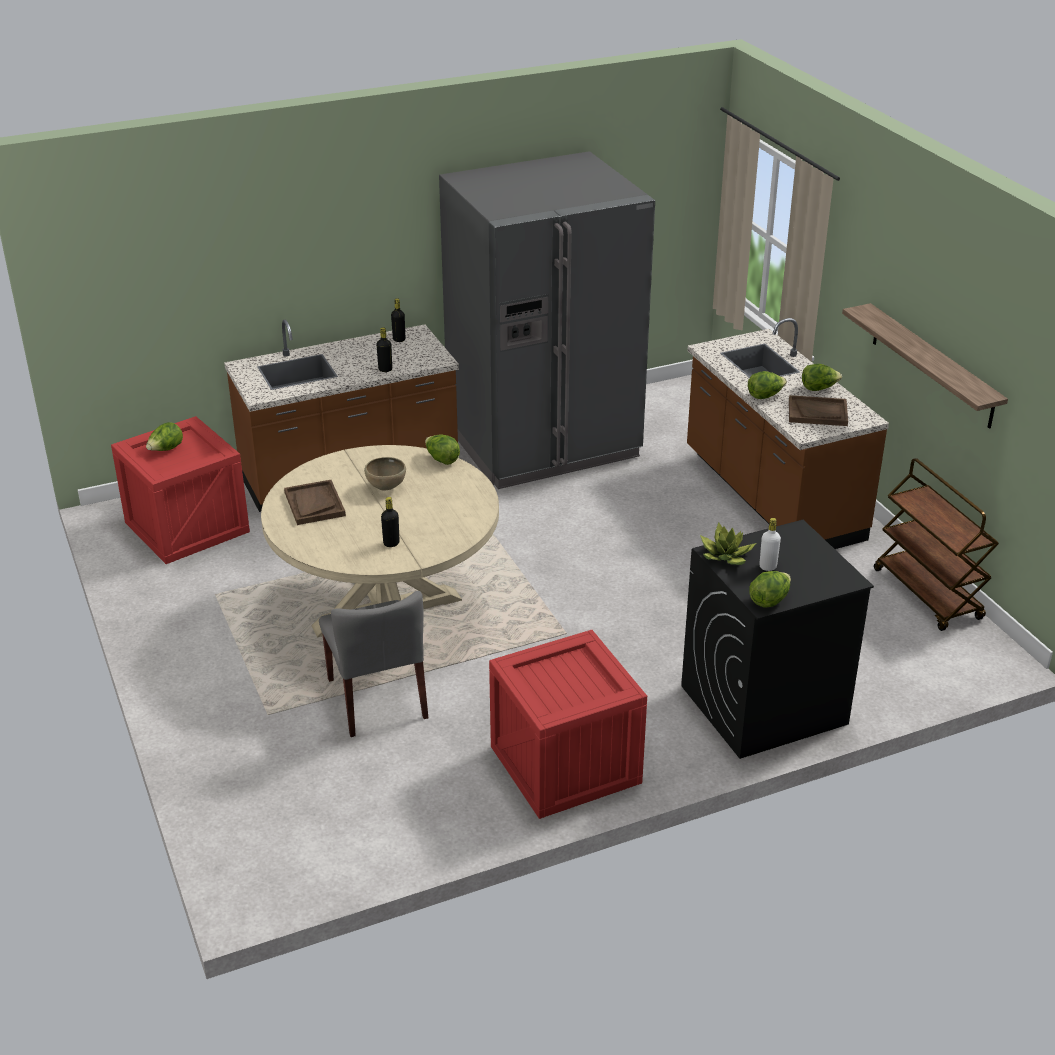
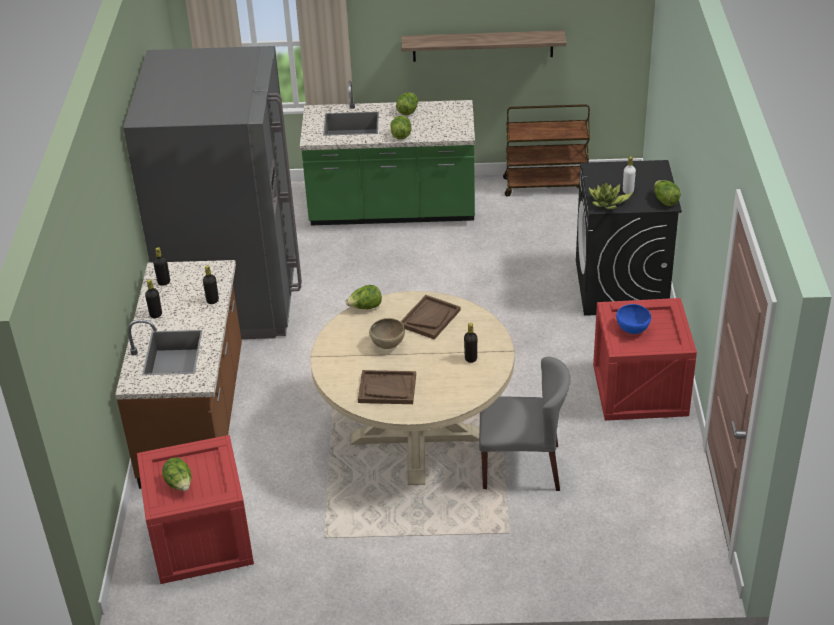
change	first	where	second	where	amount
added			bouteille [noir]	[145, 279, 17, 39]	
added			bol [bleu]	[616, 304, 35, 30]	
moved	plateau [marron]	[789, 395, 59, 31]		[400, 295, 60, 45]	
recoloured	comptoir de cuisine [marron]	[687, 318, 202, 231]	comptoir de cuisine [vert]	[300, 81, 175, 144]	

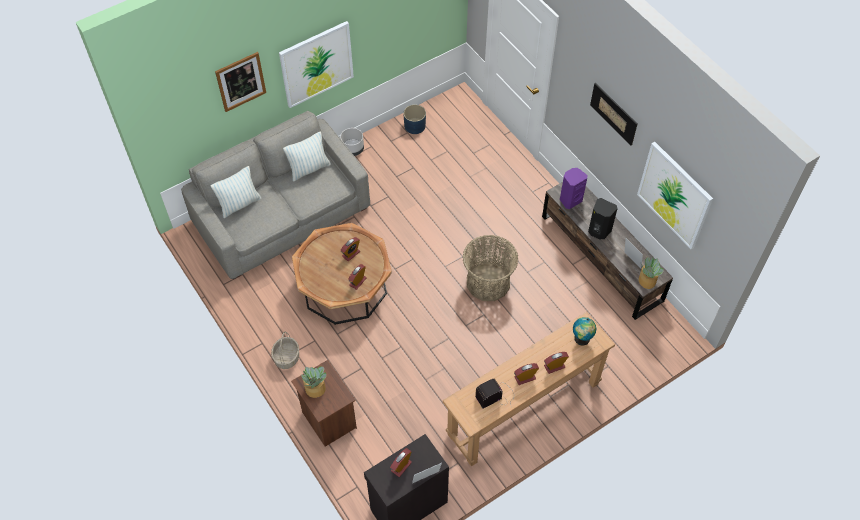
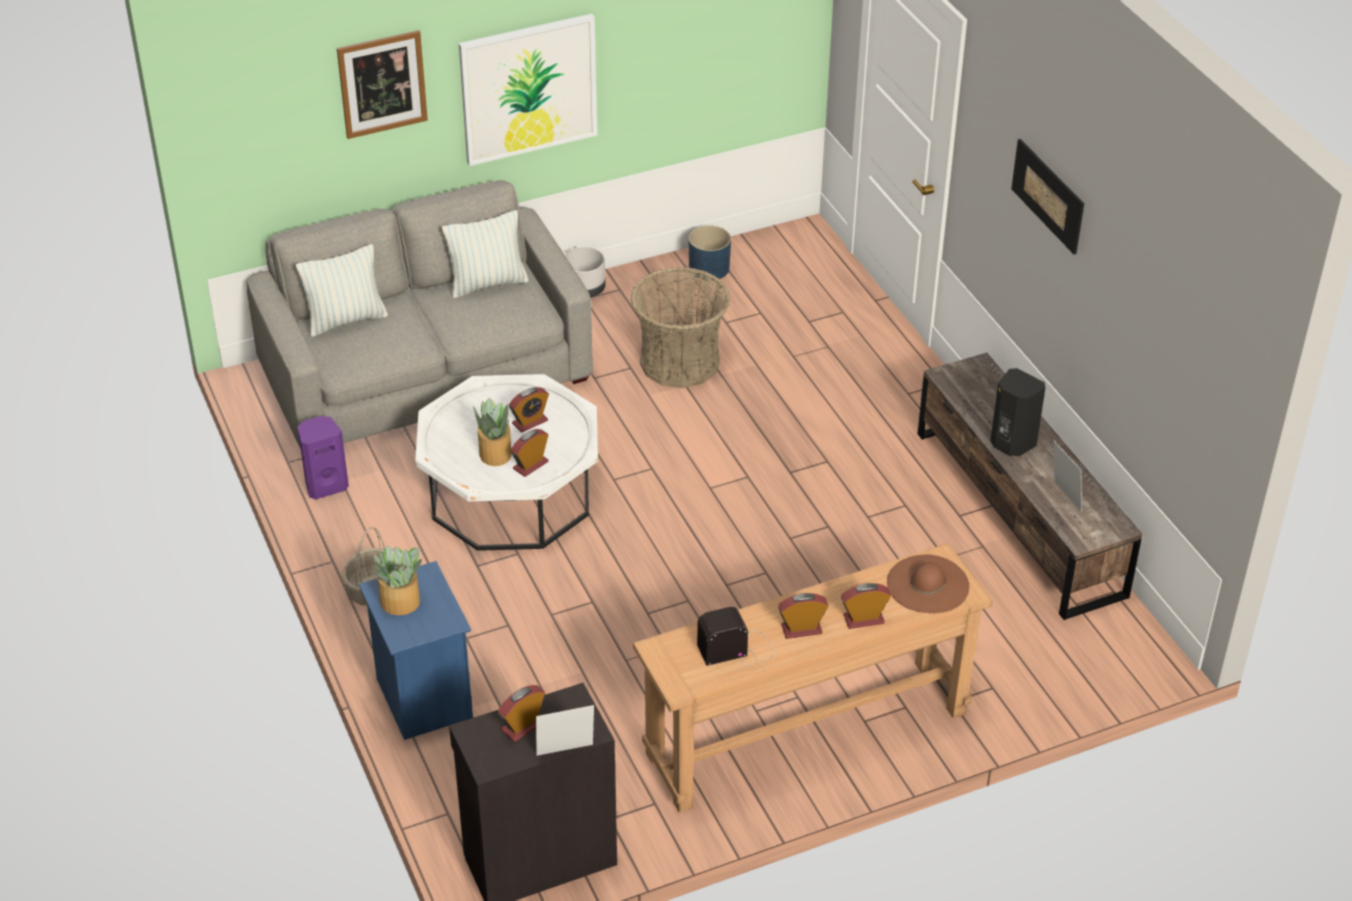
change	first	where	second	where	amount
removed	tableau	[637, 142, 76, 107]			
moved	panier	[463, 235, 56, 66]		[631, 267, 99, 121]	
moved	enceinte [violet]	[560, 168, 27, 41]		[297, 416, 52, 83]	
moved	plante en pot	[638, 257, 26, 32]		[473, 398, 39, 68]	
replaced	globe	[573, 317, 23, 29]	chapeau [marron]	[887, 555, 82, 58]	
recoloured	table de chevet [marron]	[291, 360, 66, 87]	table de chevet [bleu]	[359, 561, 114, 179]	
recoloured	table basse [marron]	[292, 223, 100, 102]	table basse [blanc]	[415, 374, 183, 177]	

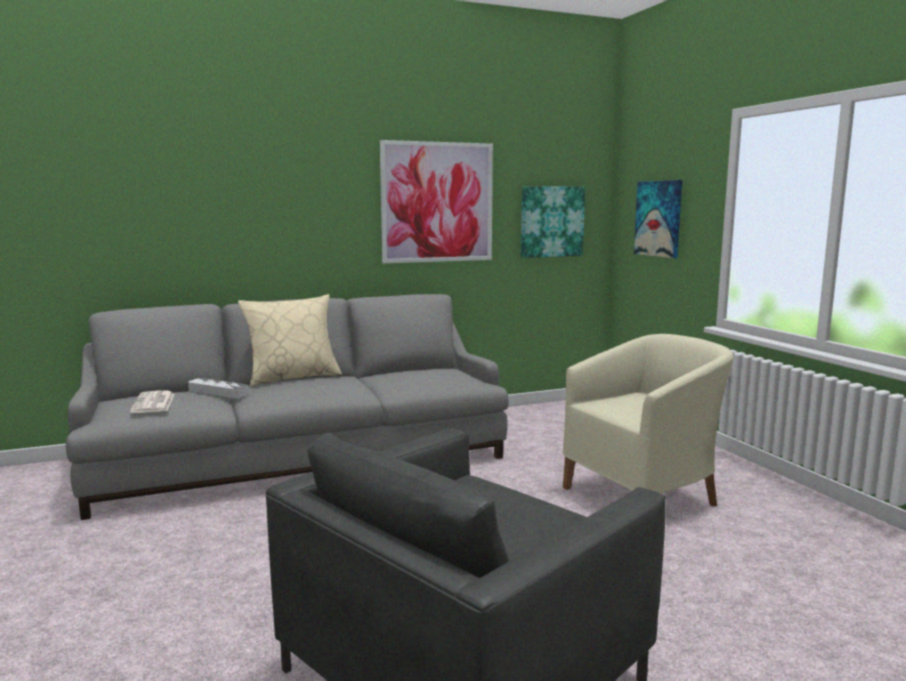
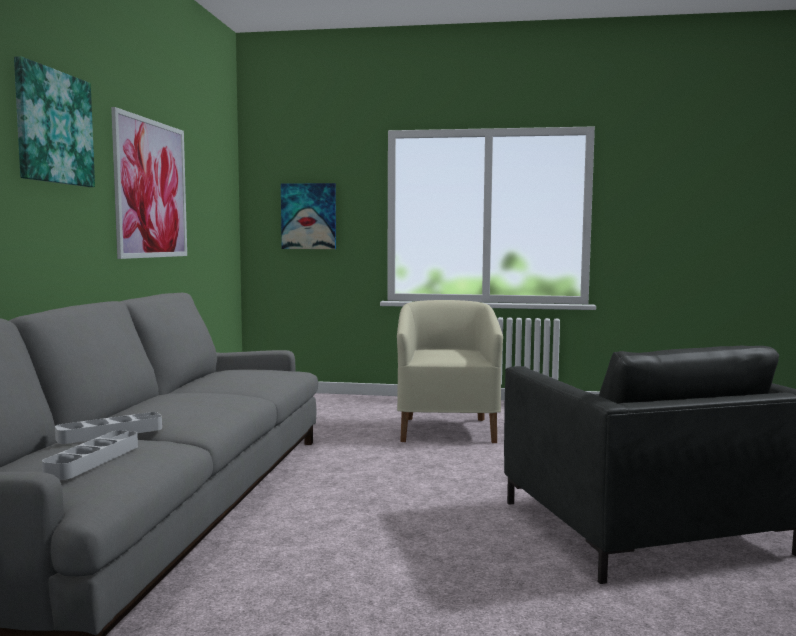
change	first	where	second	where	amount
removed	coussin [beige]	[238, 294, 104, 93]			
moved	tableau	[521, 186, 64, 72]		[14, 56, 81, 131]	
replaced	journal	[130, 391, 44, 22]	plateau [gris]	[42, 430, 96, 50]	

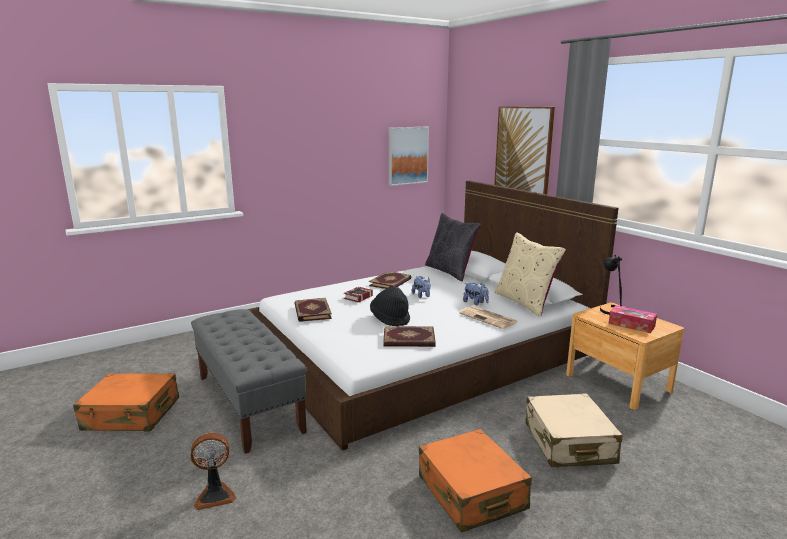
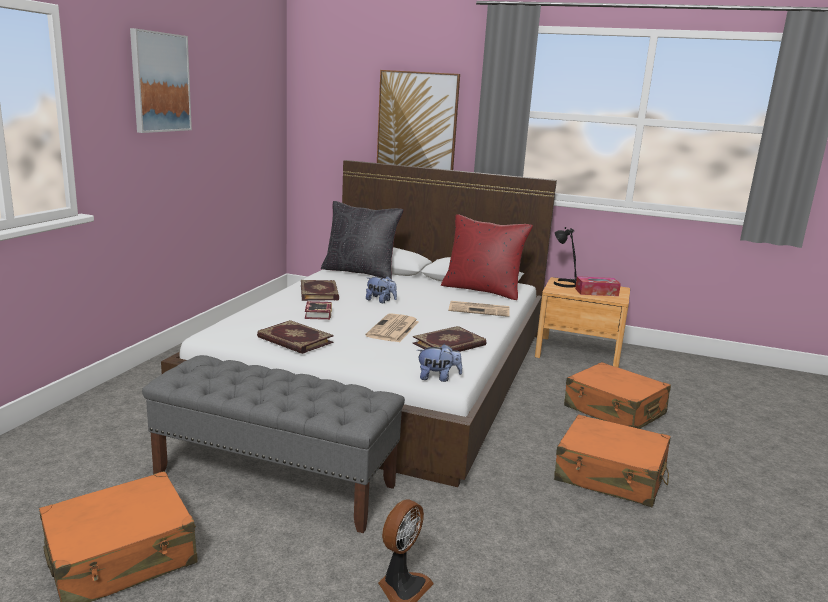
change	first	where	second	where	amount
moved	tableau	[389, 127, 40, 59]		[130, 28, 62, 105]	
moved	peluche	[463, 283, 26, 22]		[417, 344, 45, 38]	
replaced	chapeau [noir]	[370, 286, 40, 40]	journal	[365, 313, 54, 30]	
recoloured	coussin [beige]	[494, 232, 72, 85]	coussin [rouge]	[441, 214, 92, 86]	
recoloured	valise [beige]	[526, 393, 97, 74]	valise [orange]	[564, 362, 107, 67]	

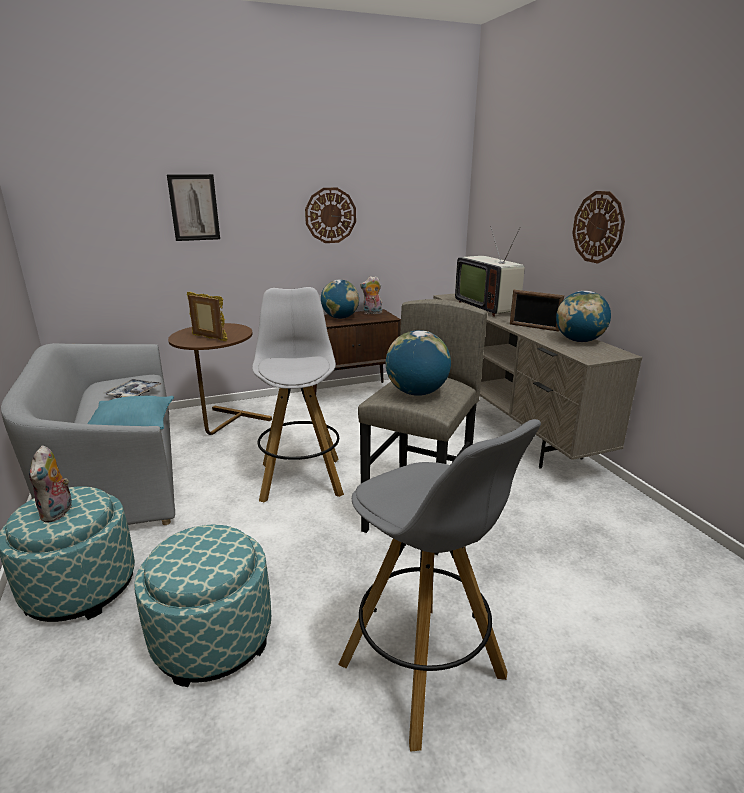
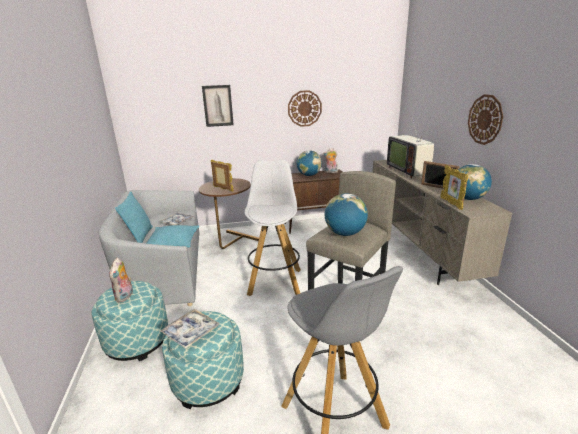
change	first	where	second	where	amount
added			coussin [turquoise]	[115, 192, 38, 51]	
added			plateau	[160, 309, 60, 40]	
added			cadre photo	[440, 165, 29, 45]	

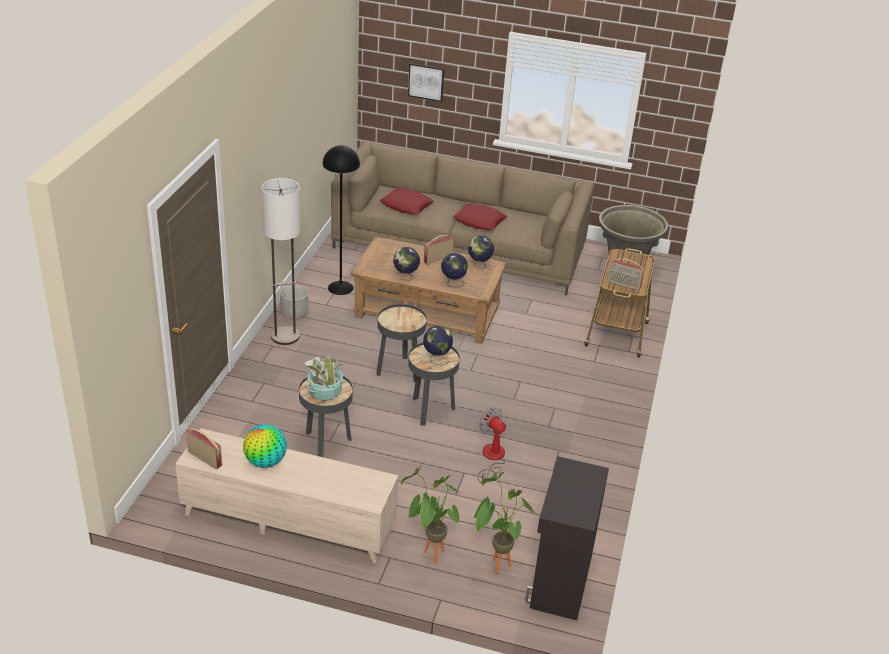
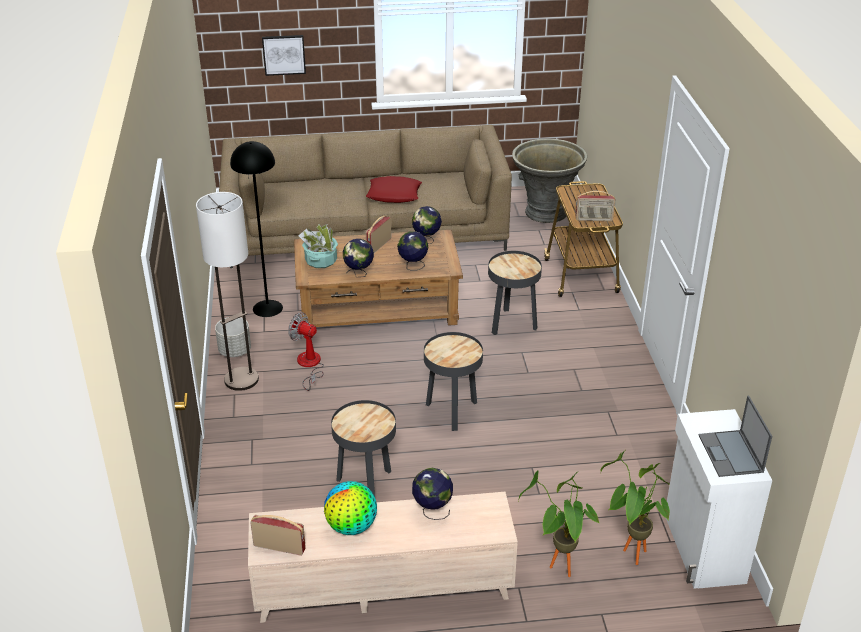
change	first	where	second	where	amount
removed	coussin [rouge]	[380, 188, 54, 26]			
added			ordinateur portable	[699, 396, 73, 81]	
moved	plante en pot	[305, 356, 39, 45]		[298, 224, 40, 44]	
moved	table d'appoint [noir]	[376, 304, 51, 78]		[488, 251, 54, 84]	
moved	globe	[423, 326, 30, 40]		[412, 468, 41, 52]	
moved	ventilateur	[478, 407, 28, 76]		[288, 312, 36, 79]	
recoloured	meuble de rangement [noir]	[525, 456, 84, 164]	meuble de rangement [blanc]	[666, 409, 106, 180]	

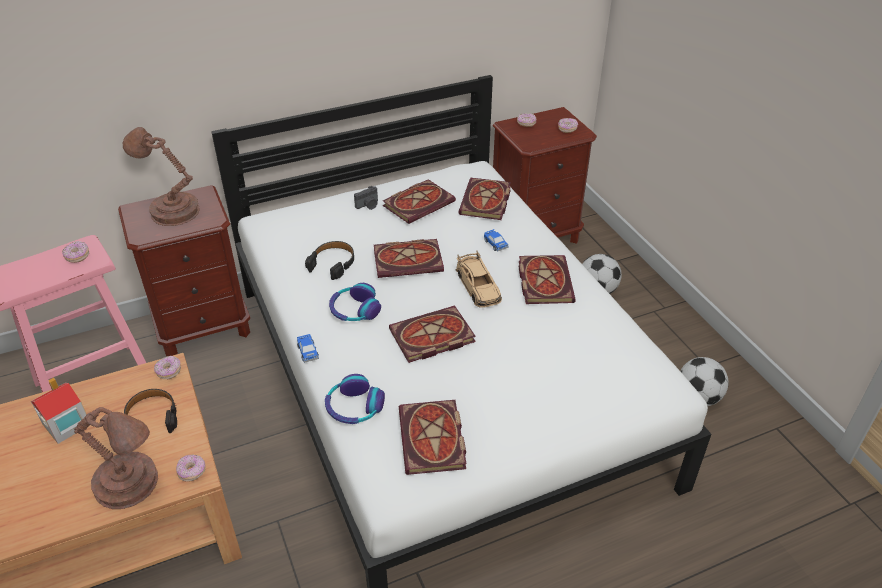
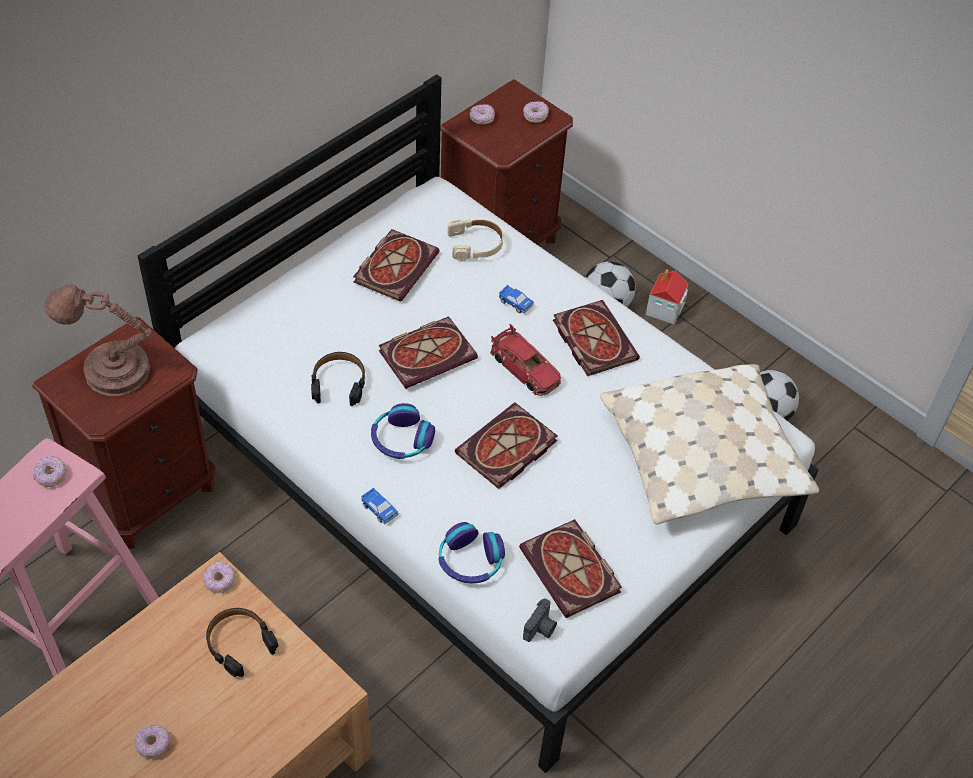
change	first	where	second	where	amount
removed	lampe de table [marron]	[74, 407, 84, 102]			
added			coussin [beige]	[600, 364, 219, 160]	
moved	maison miniature	[31, 378, 55, 66]		[646, 269, 42, 55]	
moved	beignet	[176, 455, 30, 27]		[135, 725, 35, 34]	
moved	appareil photo	[354, 186, 24, 24]		[523, 598, 34, 44]	
replaced	livre	[458, 178, 53, 42]	casque audio [beige]	[448, 219, 55, 42]	
recoloured	petite voiture [beige]	[455, 250, 47, 58]	petite voiture [rouge]	[490, 324, 71, 72]	

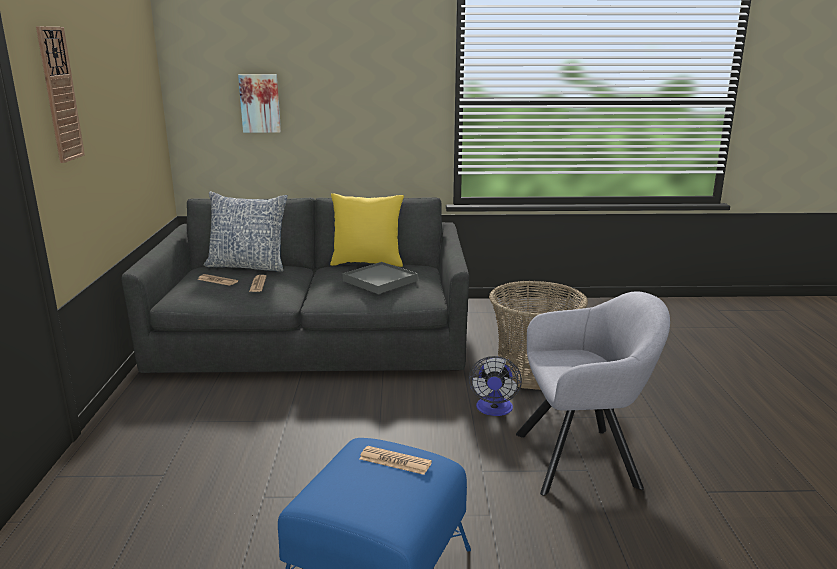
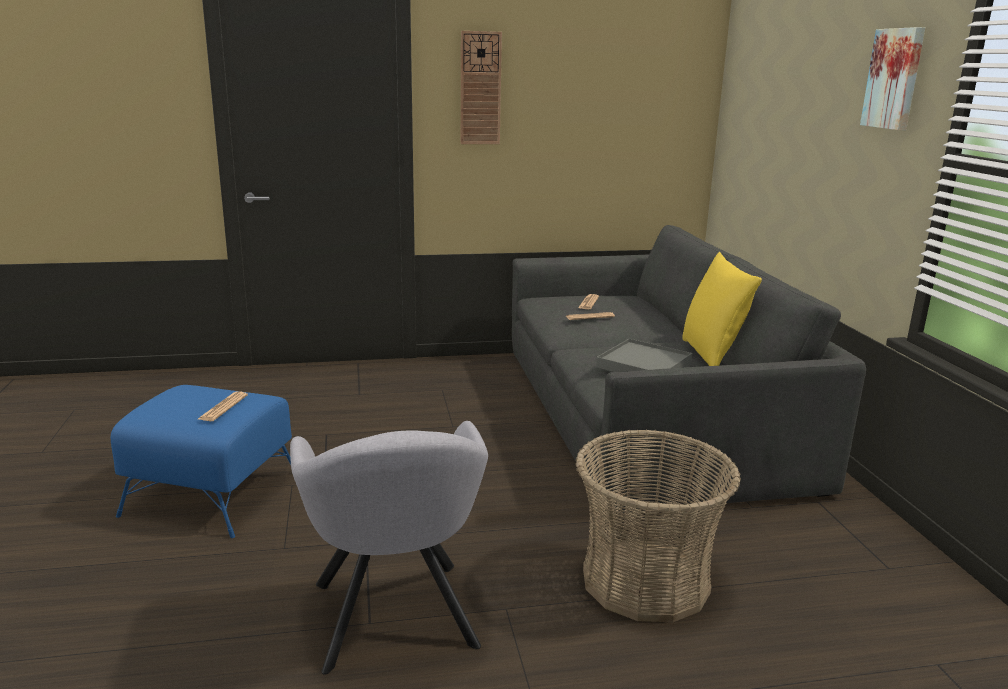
change	first	where	second	where	amount
removed	coussin	[204, 191, 84, 81]			
removed	ventilateur	[469, 356, 53, 60]			
moved	tableau	[238, 74, 43, 59]		[860, 27, 65, 103]	

